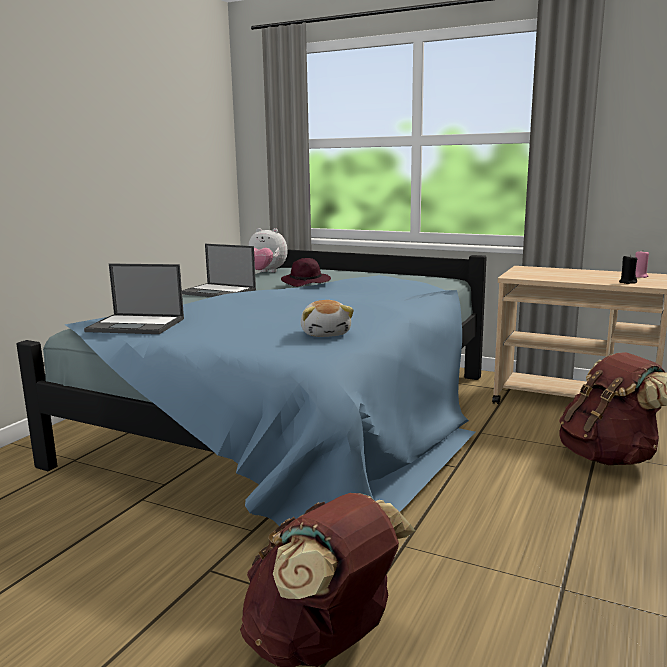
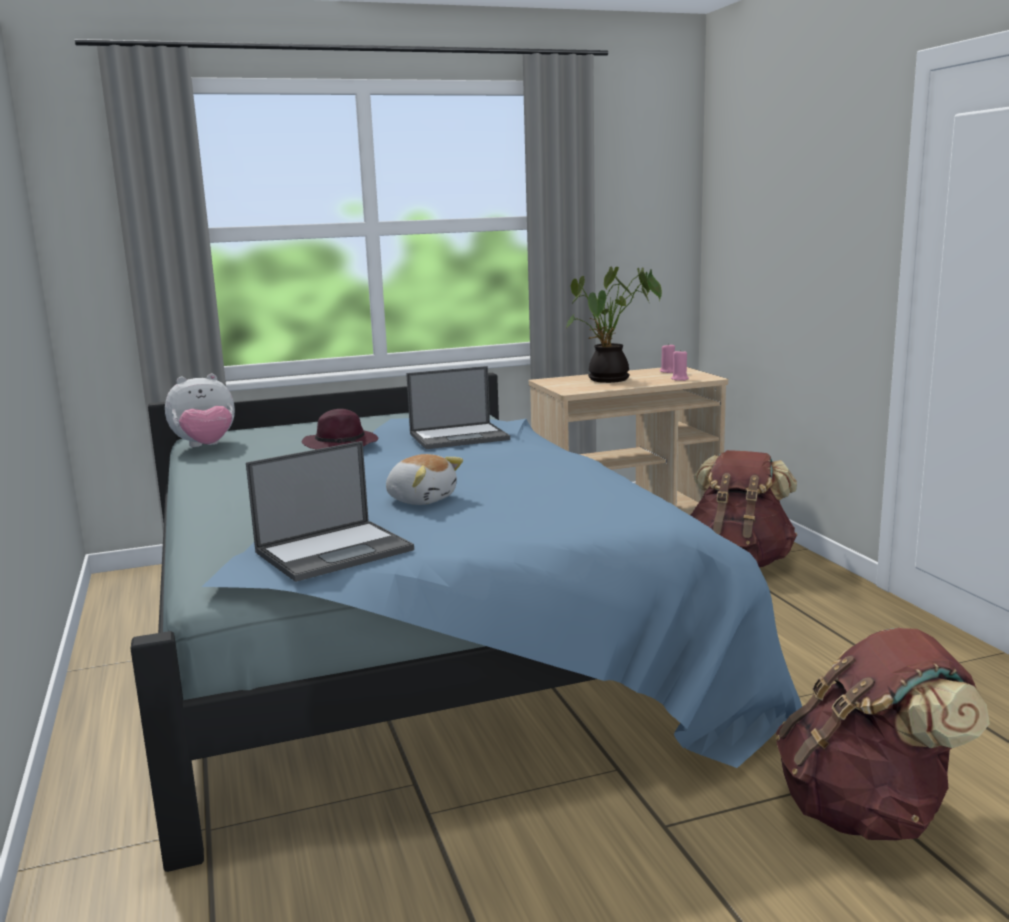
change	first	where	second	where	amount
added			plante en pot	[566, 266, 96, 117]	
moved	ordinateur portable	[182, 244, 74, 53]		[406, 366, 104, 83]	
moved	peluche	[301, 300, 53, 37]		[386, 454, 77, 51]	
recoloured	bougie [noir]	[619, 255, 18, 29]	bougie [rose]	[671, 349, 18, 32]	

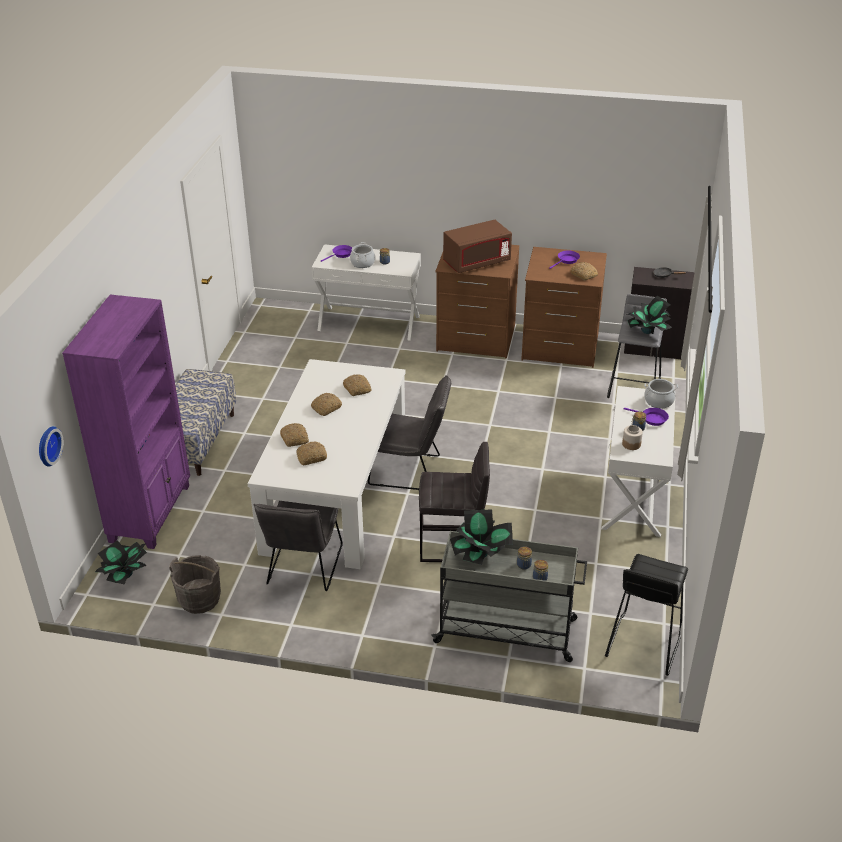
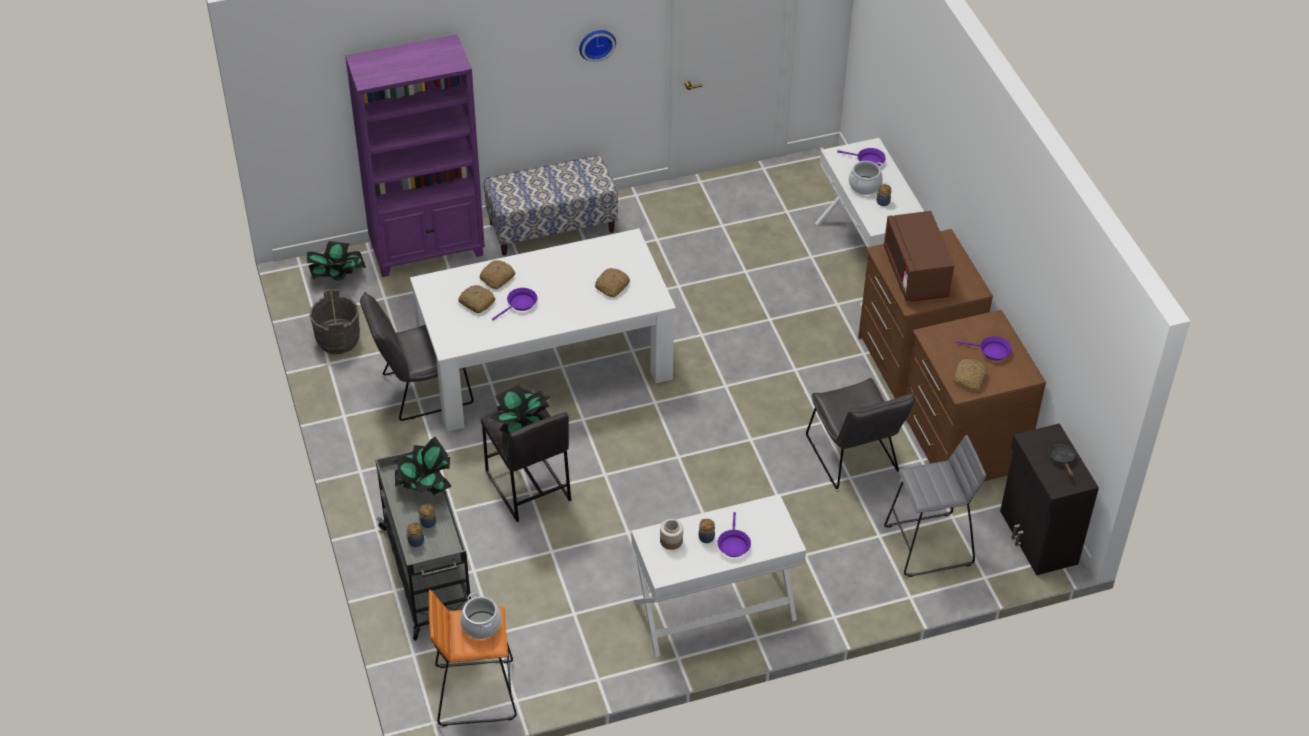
change	first	where	second	where	amount
removed	pain	[311, 393, 31, 23]			
added			poêle [violet]	[492, 288, 45, 32]	
moved	horloge murale	[39, 426, 24, 41]		[579, 30, 37, 32]	
moved	chaise [gris]	[368, 375, 83, 115]		[806, 378, 109, 111]	
moved	plante en pot	[626, 296, 46, 38]		[489, 385, 61, 49]	
moved	marmite	[644, 379, 34, 30]		[460, 593, 41, 46]	
recoloured	tabouret [noir]	[605, 554, 83, 122]	tabouret [orange]	[429, 590, 88, 136]	
turned	micro-ondes [marron]	[443, 220, 69, 53]		[884, 211, 70, 91]	45 degrees clockwise

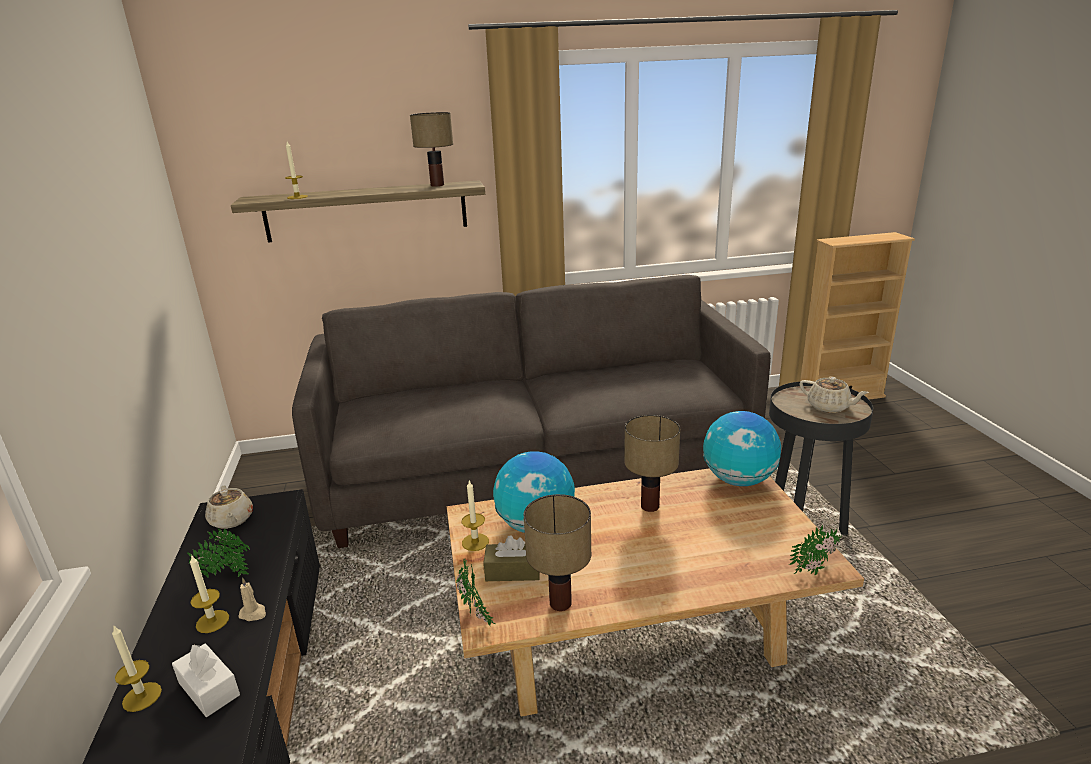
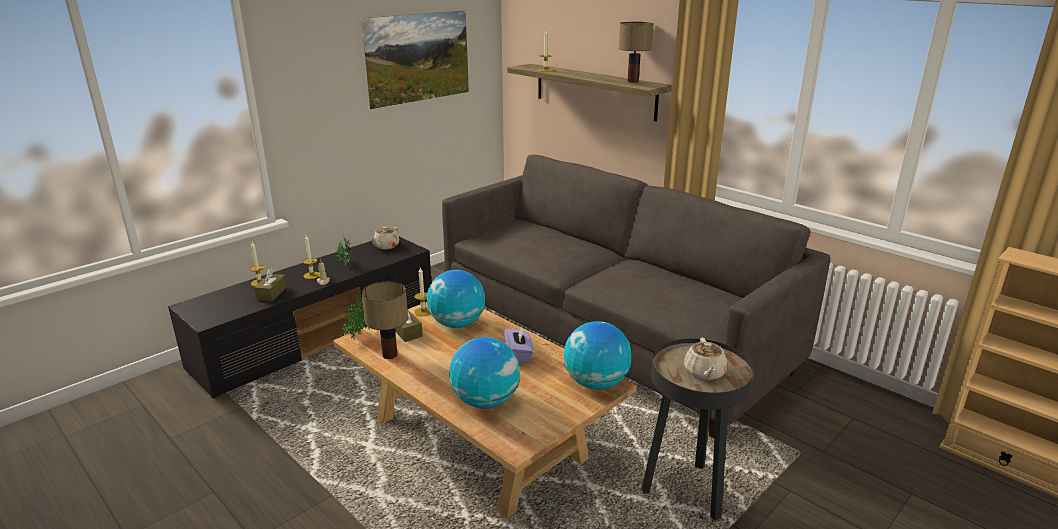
change	first	where	second	where	amount
removed	plante en pot	[789, 525, 53, 50]			
added			tableau	[361, 10, 108, 99]	
added			globe	[449, 337, 71, 71]	
replaced	lampe de table	[624, 415, 56, 97]	boîte à mouchoirs [violet]	[504, 326, 29, 38]	
recoloured	boîte à mouchoirs [blanc]	[172, 644, 68, 73]	boîte à mouchoirs [marron]	[254, 268, 33, 33]	

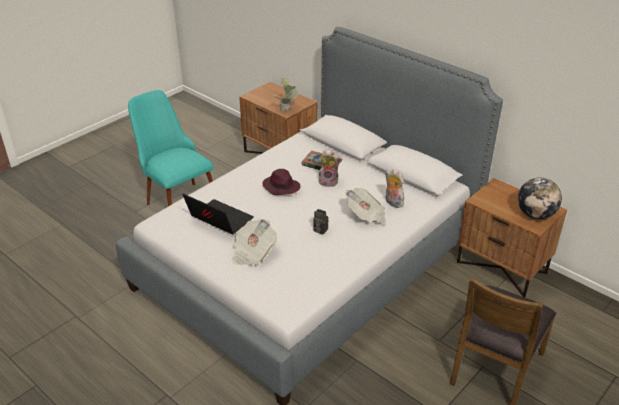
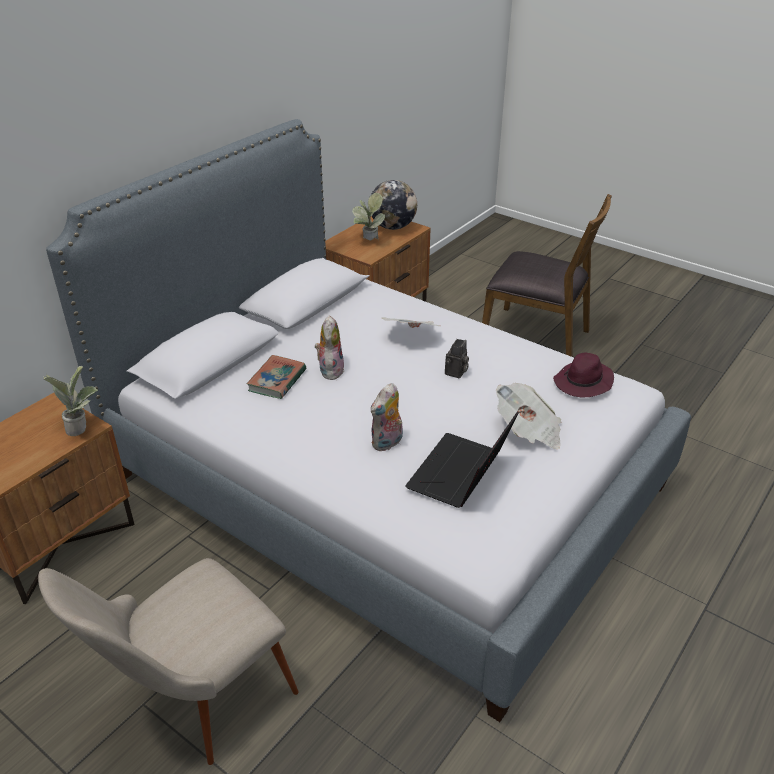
change	first	where	second	where	amount
added			plante en pot	[352, 193, 33, 47]	
moved	chapeau [violet]	[262, 169, 39, 26]		[553, 353, 61, 44]	
moved	peluche	[385, 169, 19, 39]		[371, 383, 32, 68]	
recoloured	chaise [turquoise]	[128, 90, 86, 116]	chaise [beige]	[38, 558, 261, 207]	

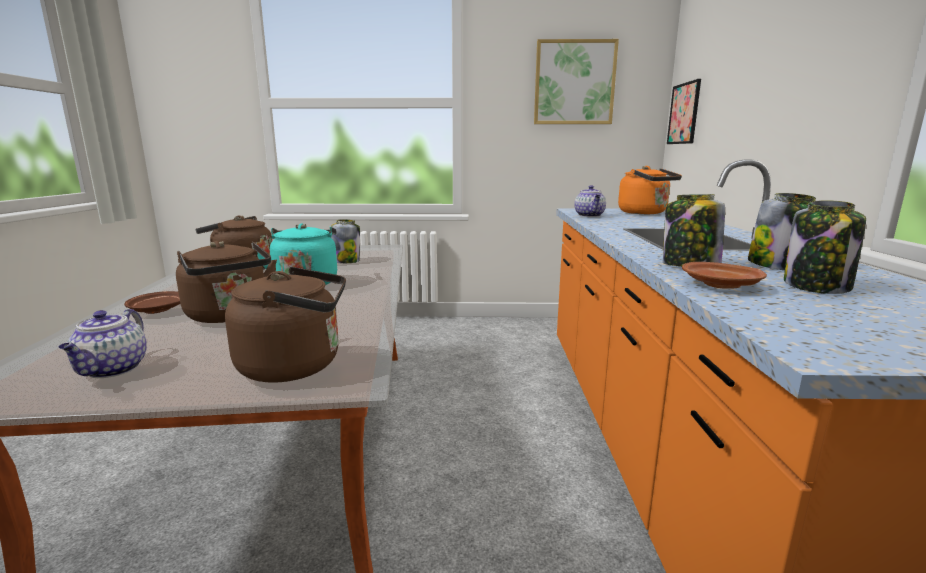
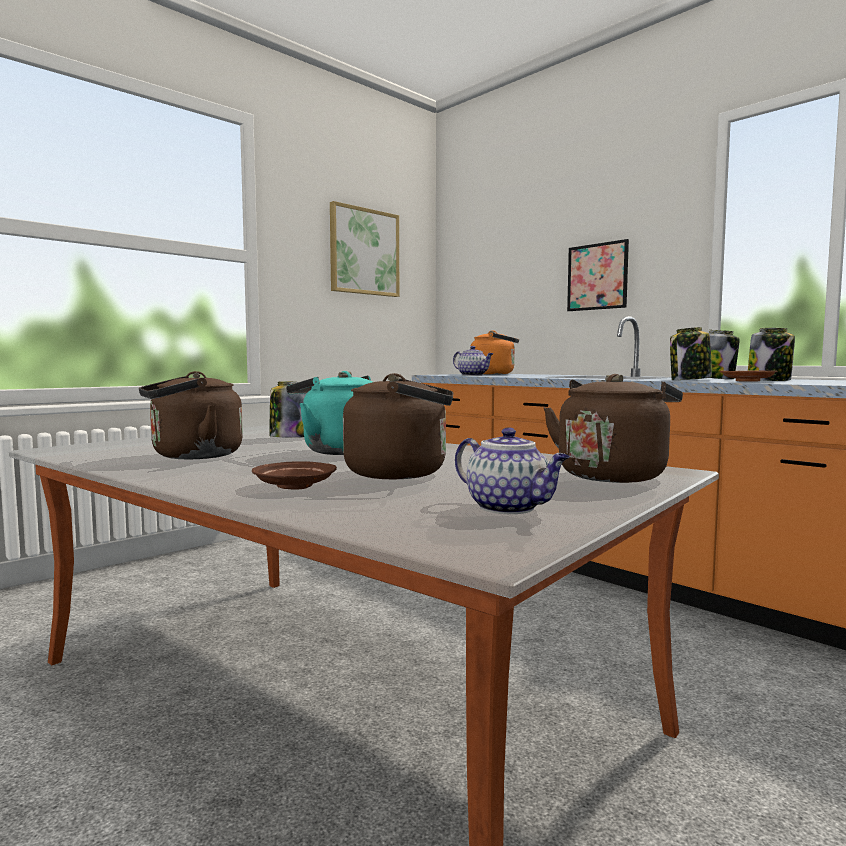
change	first	where	second	where	amount
moved	tableau	[667, 79, 34, 65]		[567, 239, 62, 72]	

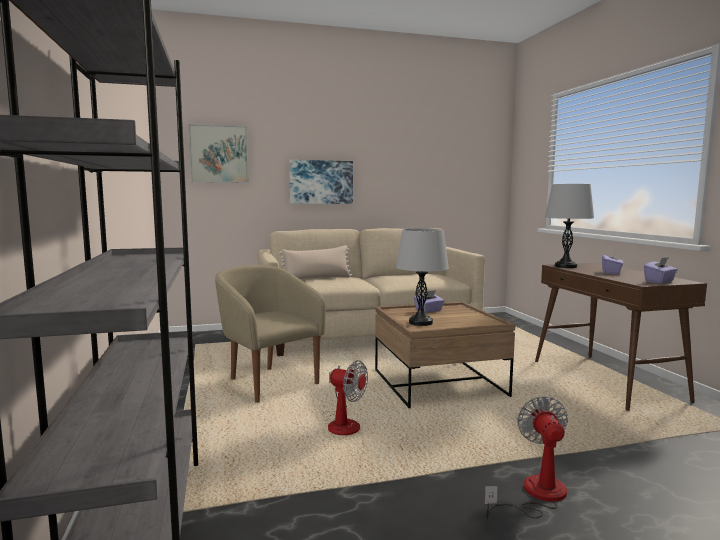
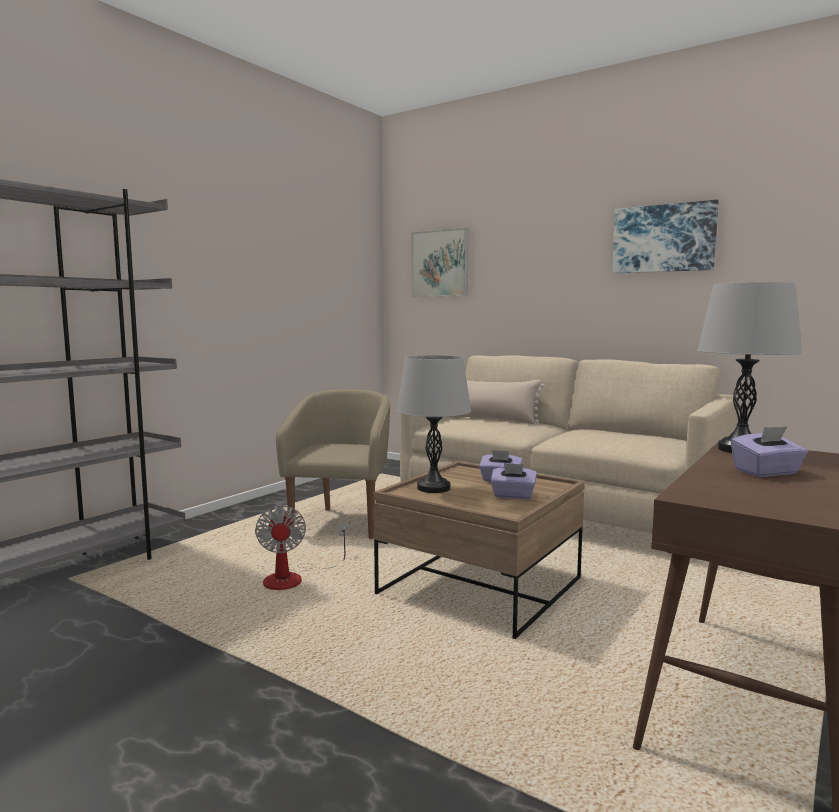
change	first	where	second	where	amount
removed	ventilateur	[485, 396, 83, 123]			
moved	tableau	[289, 160, 64, 44]		[612, 200, 107, 73]	
moved	boîte à mouchoirs [violet]	[644, 257, 34, 26]		[490, 463, 47, 36]	

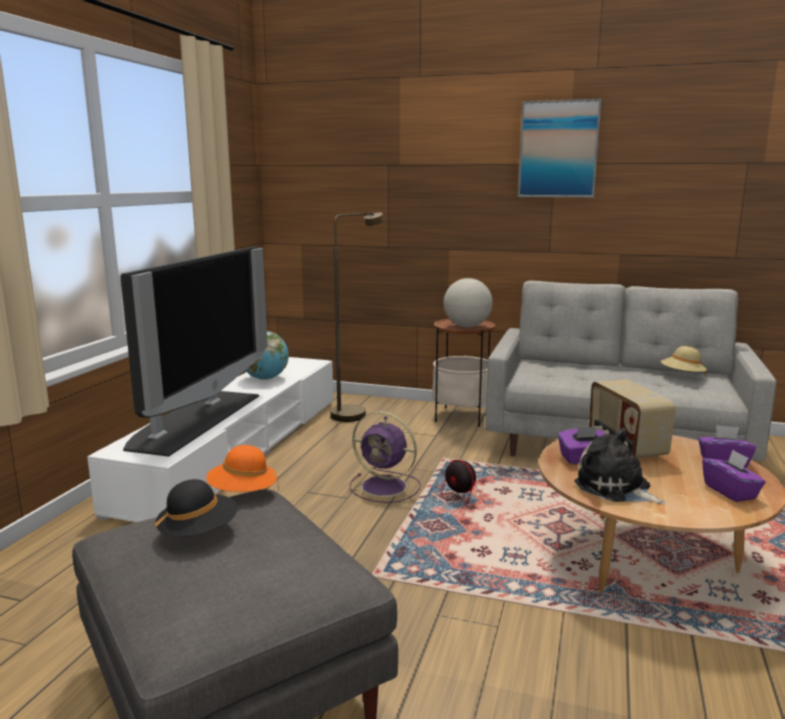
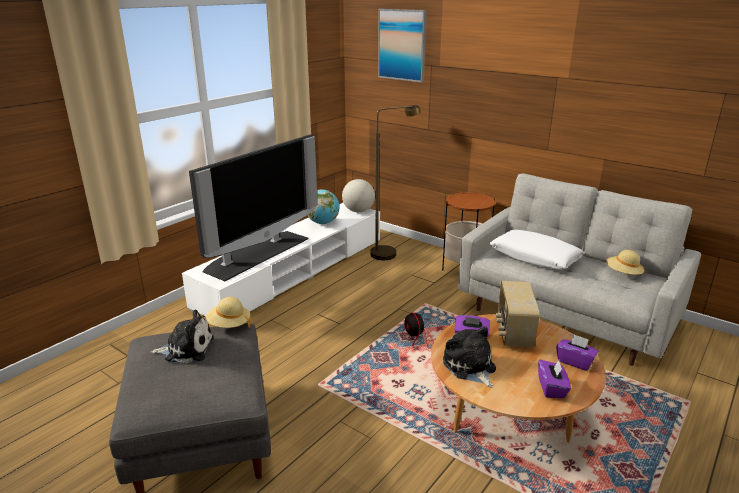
change	first	where	second	where	amount
removed	ventilateur [violet]	[349, 411, 72, 92]			
added			coussin [blanc]	[490, 230, 95, 40]	
moved	globe	[444, 278, 49, 49]		[342, 179, 33, 33]	
moved	tableau	[518, 99, 84, 99]		[378, 9, 49, 73]	
replaced	chapeau [noir]	[155, 479, 82, 62]	peluche	[150, 310, 64, 54]	
recoloured	chapeau [orange]	[206, 445, 73, 47]	chapeau [beige]	[206, 297, 44, 31]	

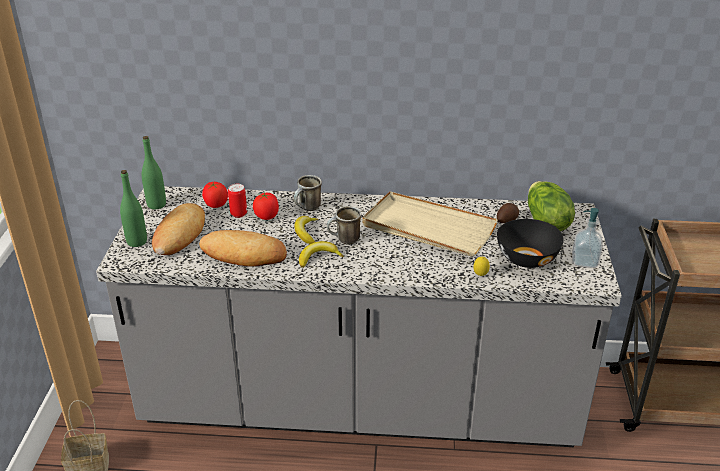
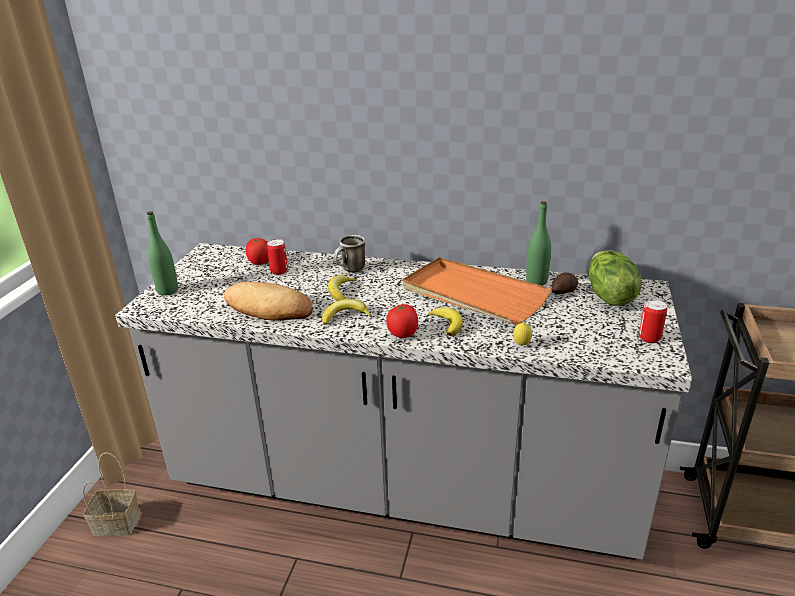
change	first	where	second	where	amount
removed	pain	[152, 203, 53, 52]			
removed	mug	[327, 206, 34, 39]			
removed	bol [noir]	[497, 219, 66, 49]			
added			banane	[428, 307, 35, 29]	
moved	bouteille [vert]	[142, 136, 24, 73]		[526, 201, 25, 85]	
moved	tomate	[253, 192, 26, 28]		[386, 303, 32, 35]	
replaced	distributeur de savon	[572, 208, 30, 60]	boîte métallique	[639, 300, 28, 43]	
recoloured	plateau [beige]	[362, 191, 136, 66]	plateau [orange]	[402, 257, 149, 68]	

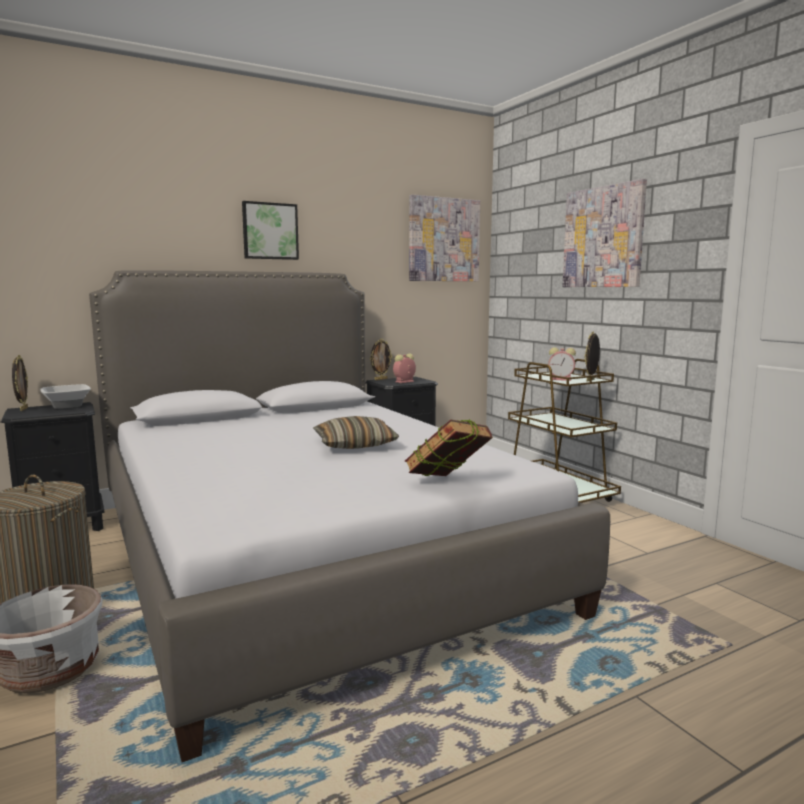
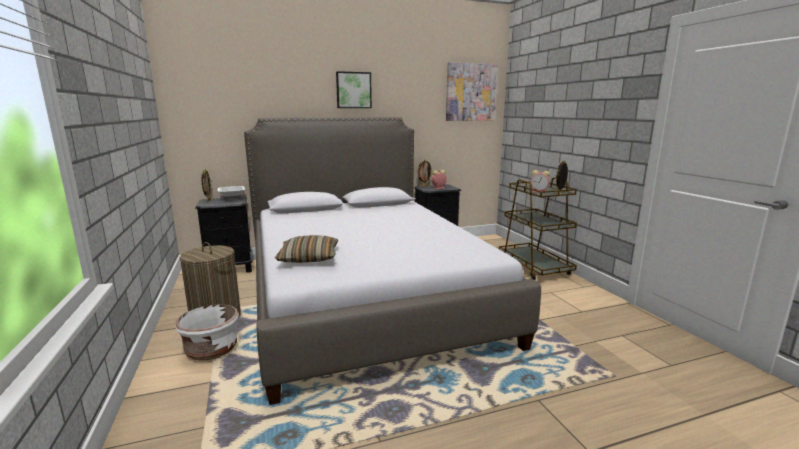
change	first	where	second	where	amount
removed	livre	[405, 419, 88, 57]			
removed	tableau	[562, 179, 85, 108]			
moved	coussin	[313, 416, 86, 33]		[275, 235, 63, 28]	

